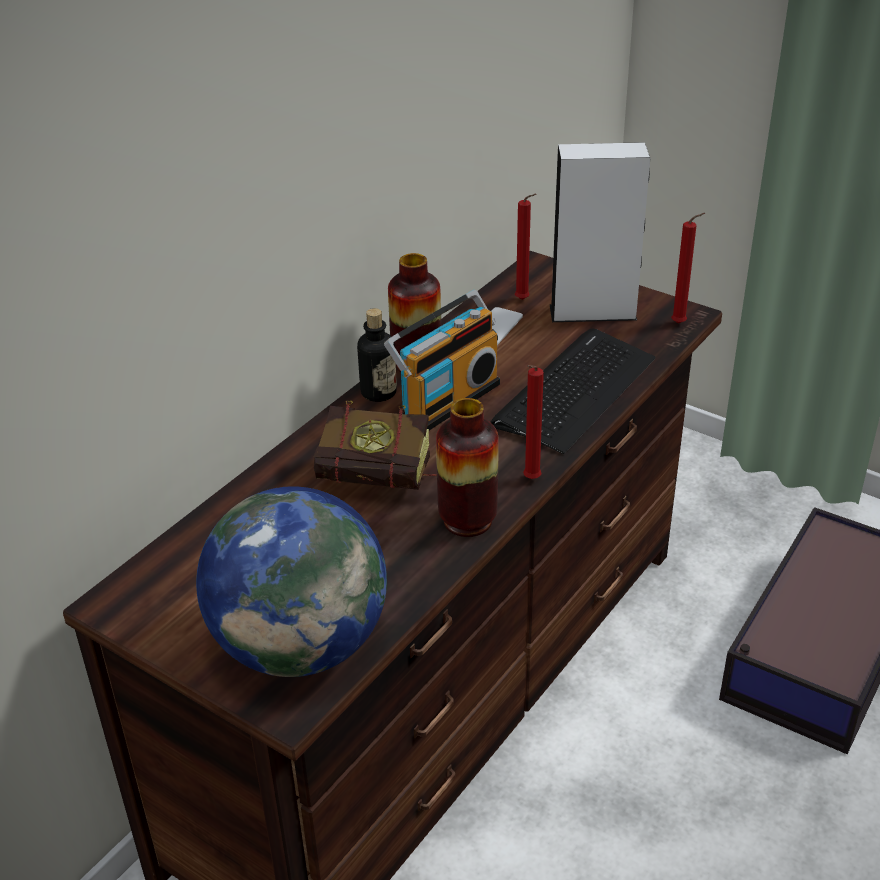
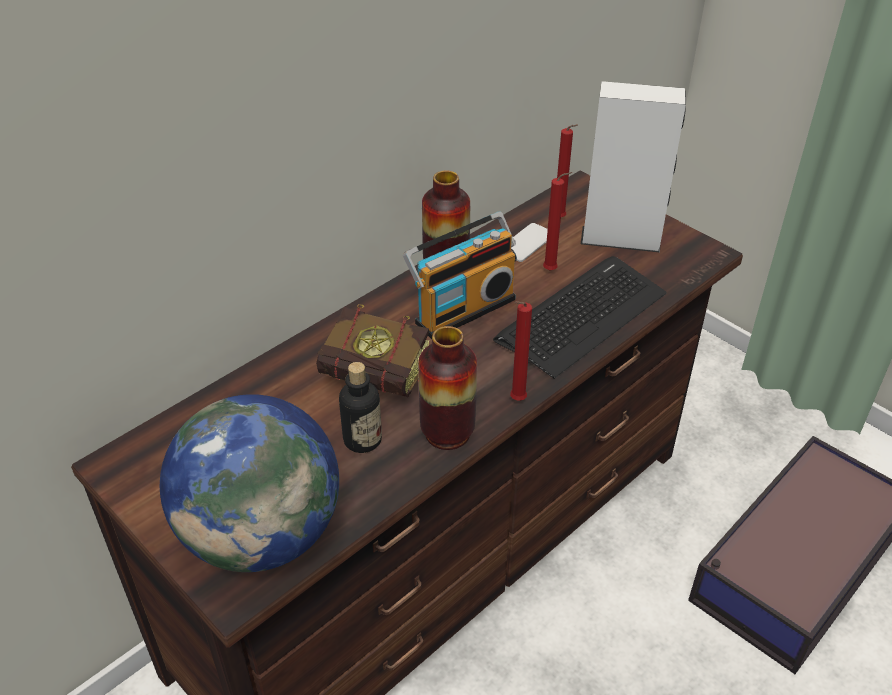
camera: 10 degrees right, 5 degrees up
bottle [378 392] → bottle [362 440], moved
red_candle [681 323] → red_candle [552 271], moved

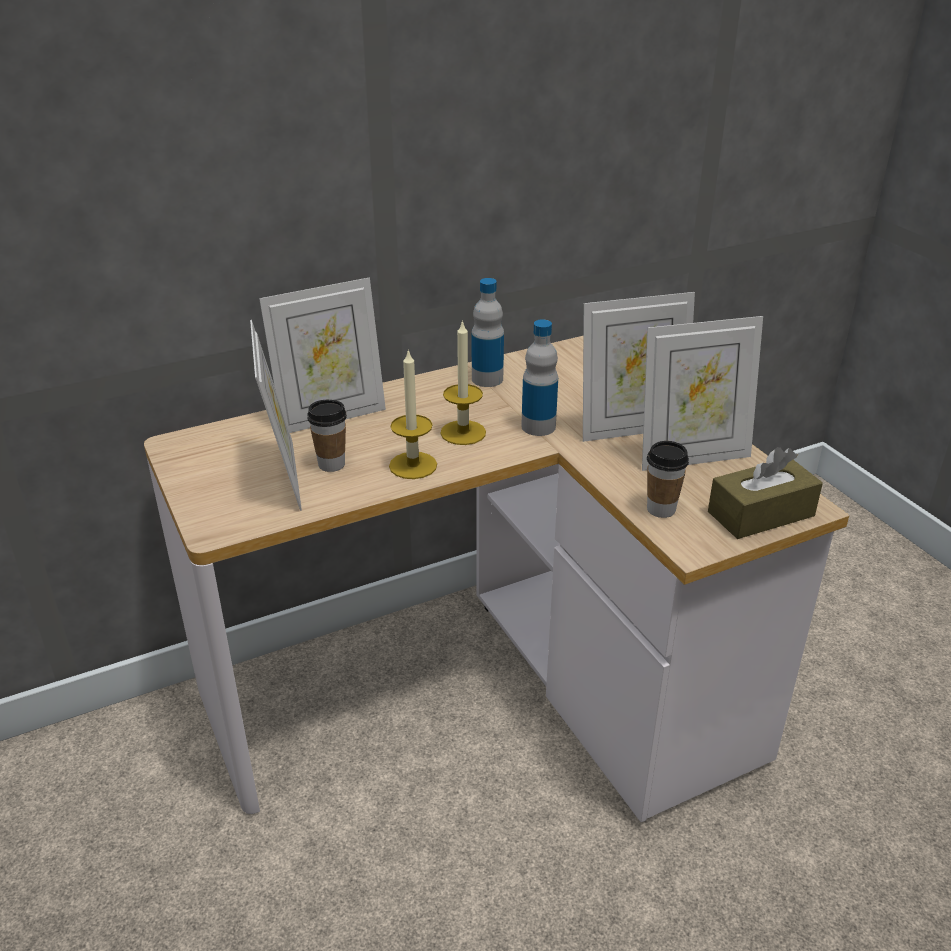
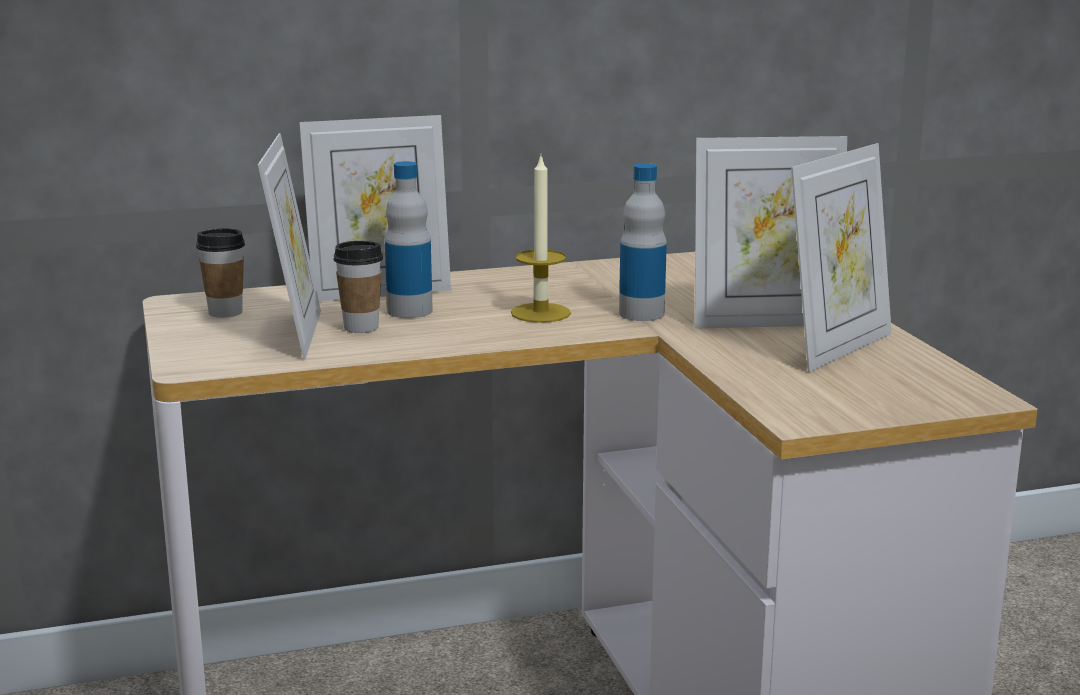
camera: 10 degrees right, 15 degrees down
candle [413 465] → -
brown_tissue_box [761 514] → -
bottle [487 379] → bottle [409 311], moved
cup [661 509] → cup [225 312], moved
picture_frame [692 457] → picture_frame [837 348], 45 degrees counterclockwise

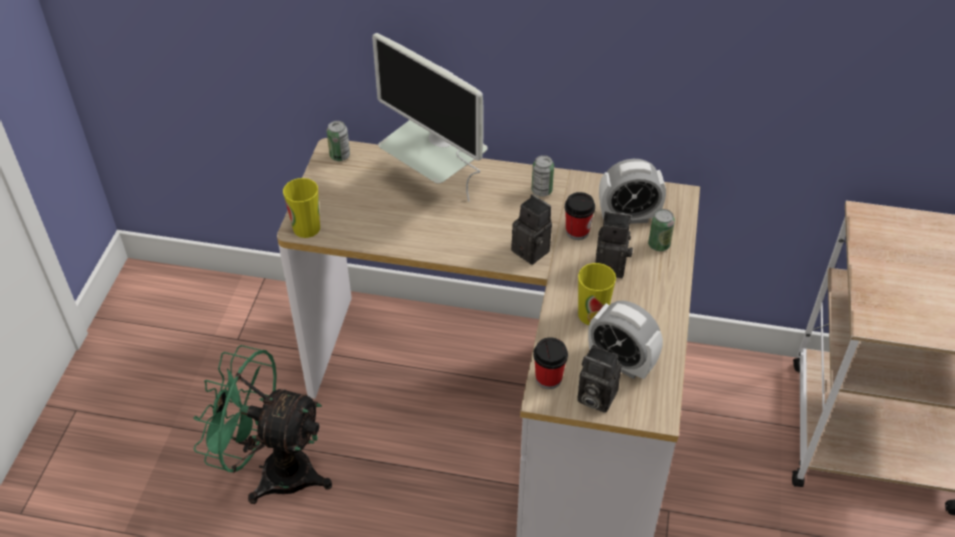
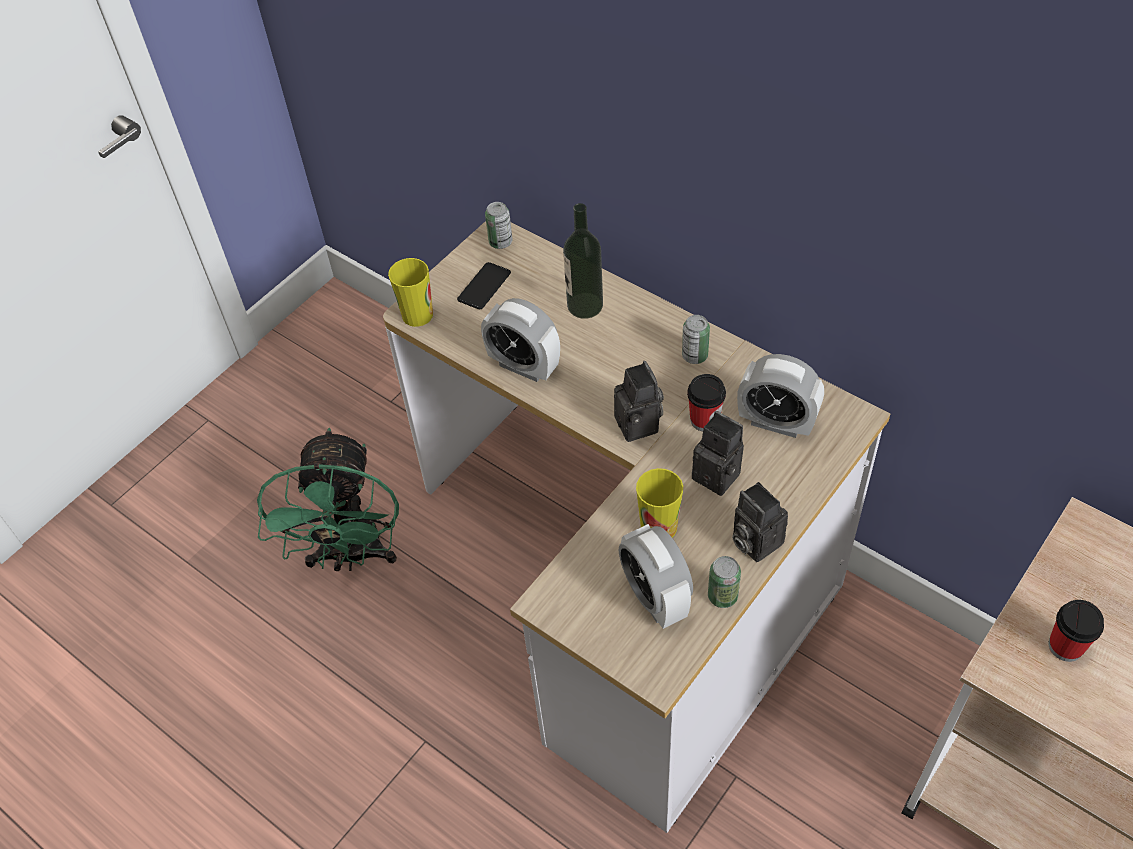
camera: 30 degrees right, 5 degrees up
- → phone [484 286]
- → alarm_clock [524 366]
cup [548 378] → cup [1065 646], moved
photo_camera [594 397] → photo_camera [753 540], moved
can [659 245] → can [722 596], moved
monitor [437 181] → bottle [585 305]
green_fan [274 471] → green_fan [351 556], 135 degrees counterclockwise

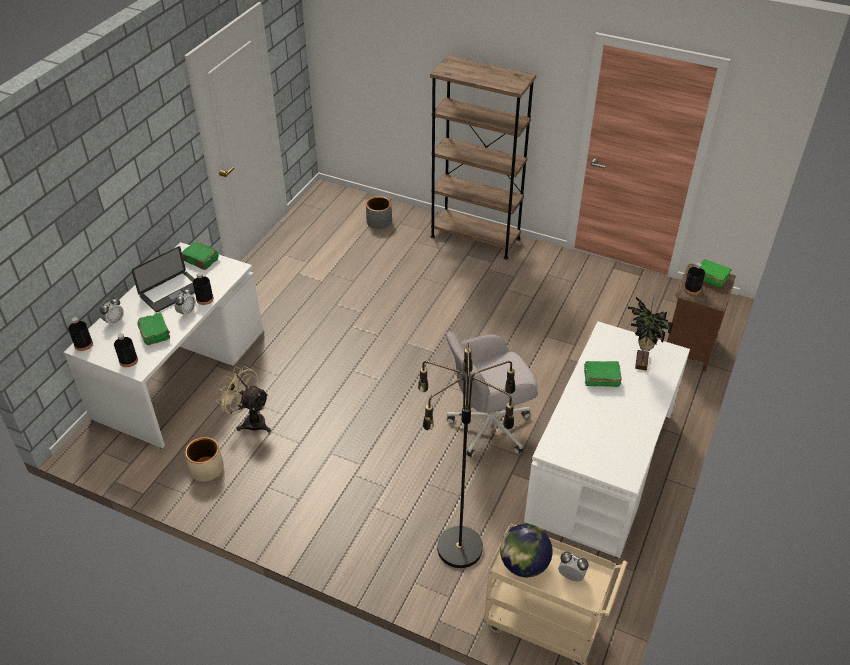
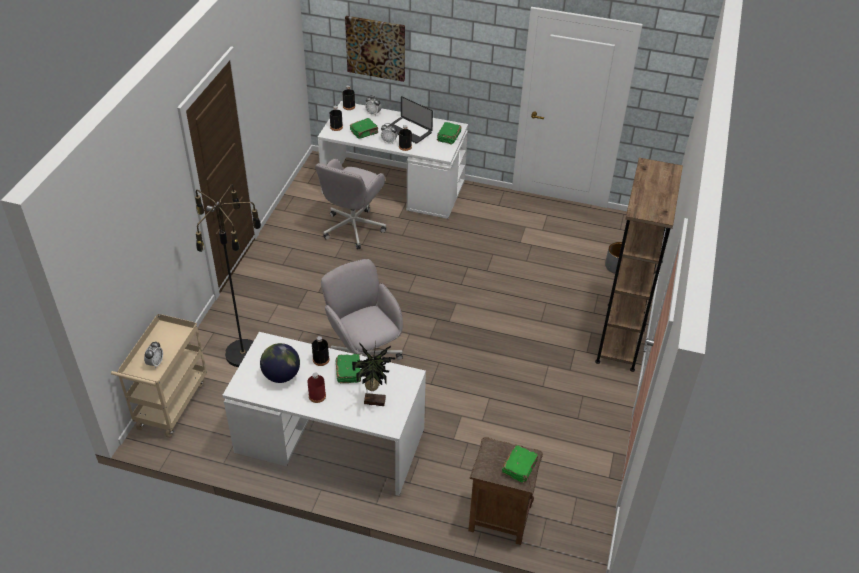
camera: 80 degrees right, 0 degrees up
beige_planter [207 469] → -
- → red_bottle [317 396]
- → picture [376 48]
globe [523 564] → globe [281 375], moved
black_bottle [692 289] → black_bottle [321 359], moved
beige_fan [250 421] → grey_office_chair [353 229]

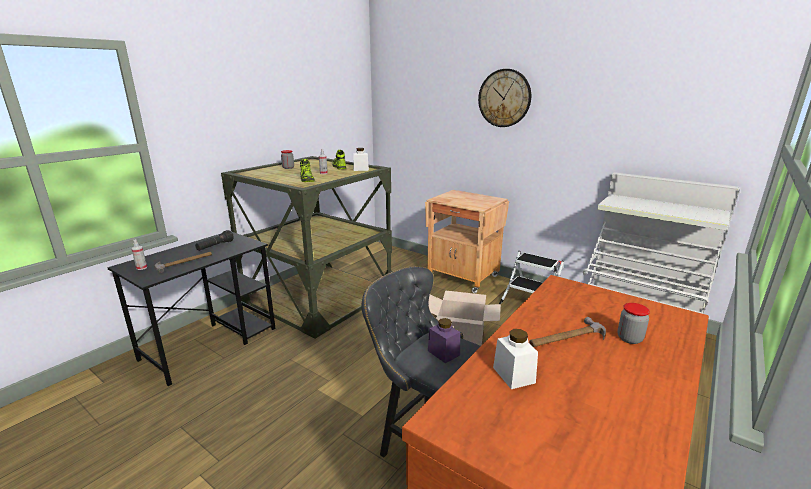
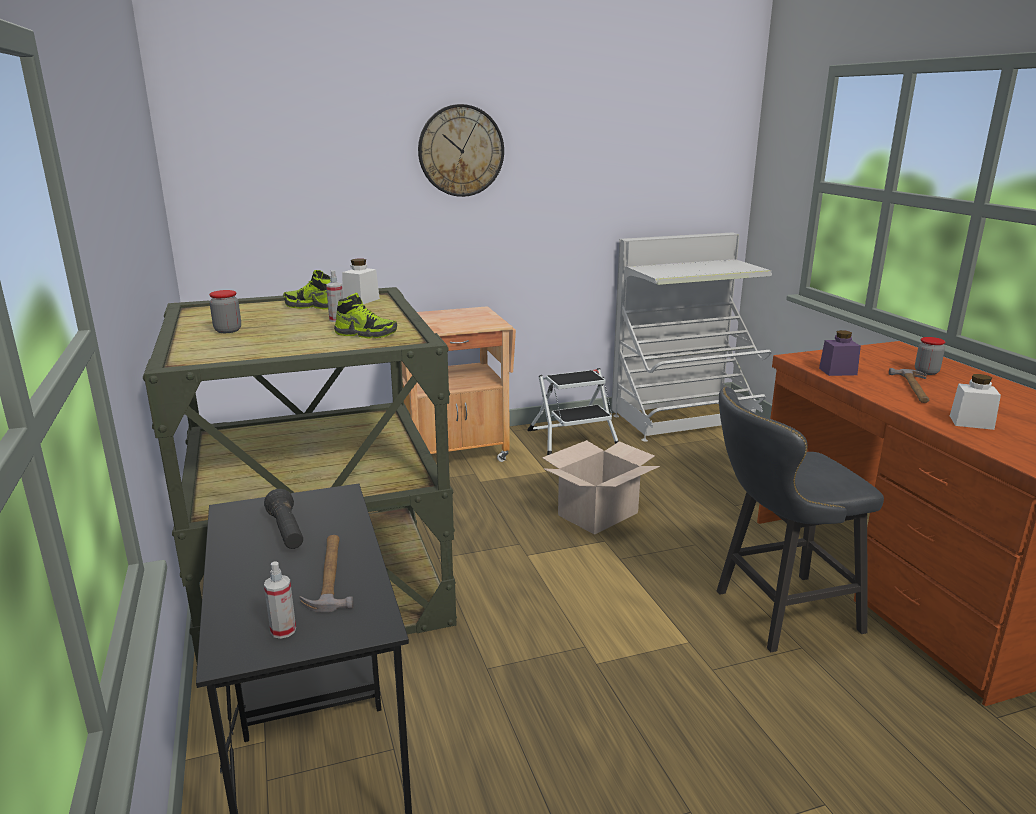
camera: 55 degrees left, 0 degrees up
purple_jar [443 353] → purple_jar [837 371], moved

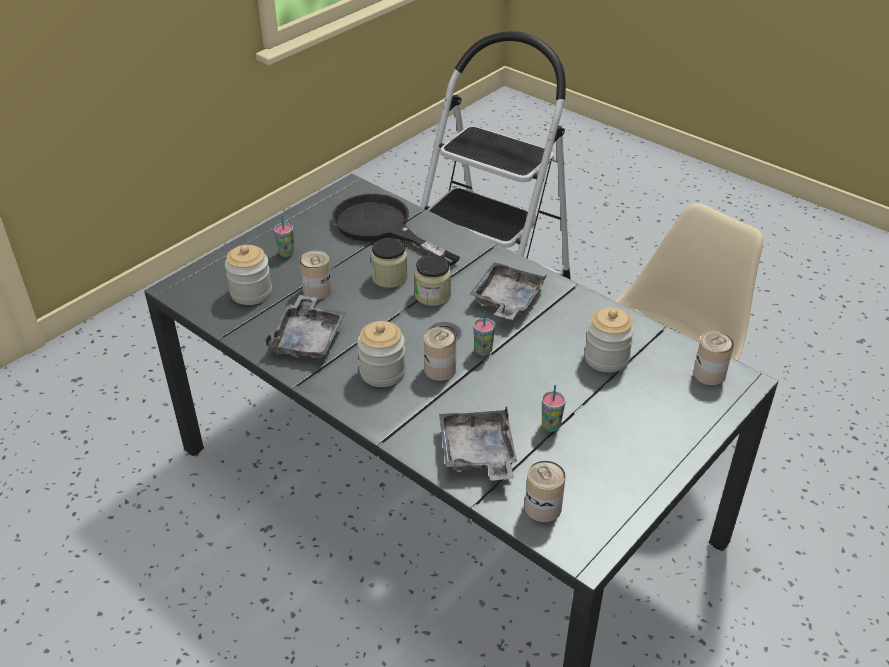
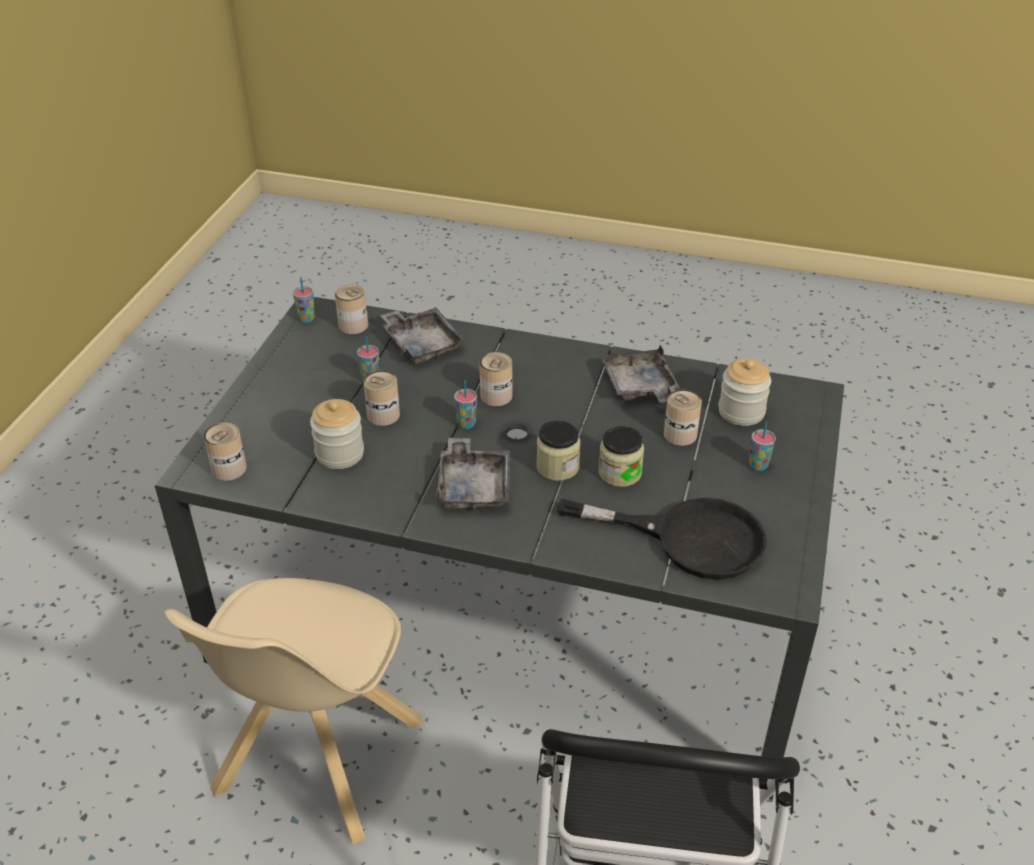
camera: 155 degrees right, 0 degrees up
jar [382 372] → -
- → cup [306 319]
- → can [383 415]

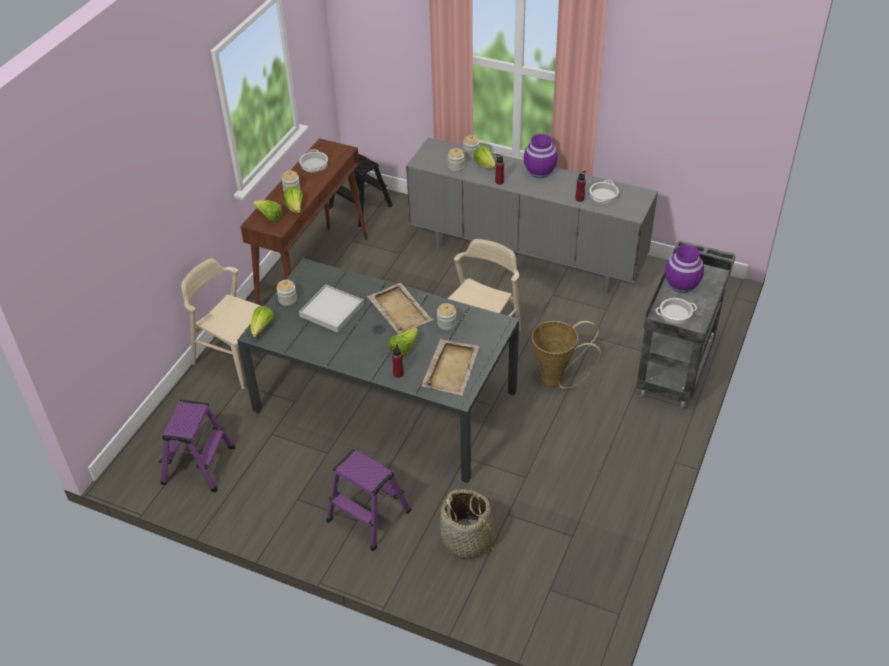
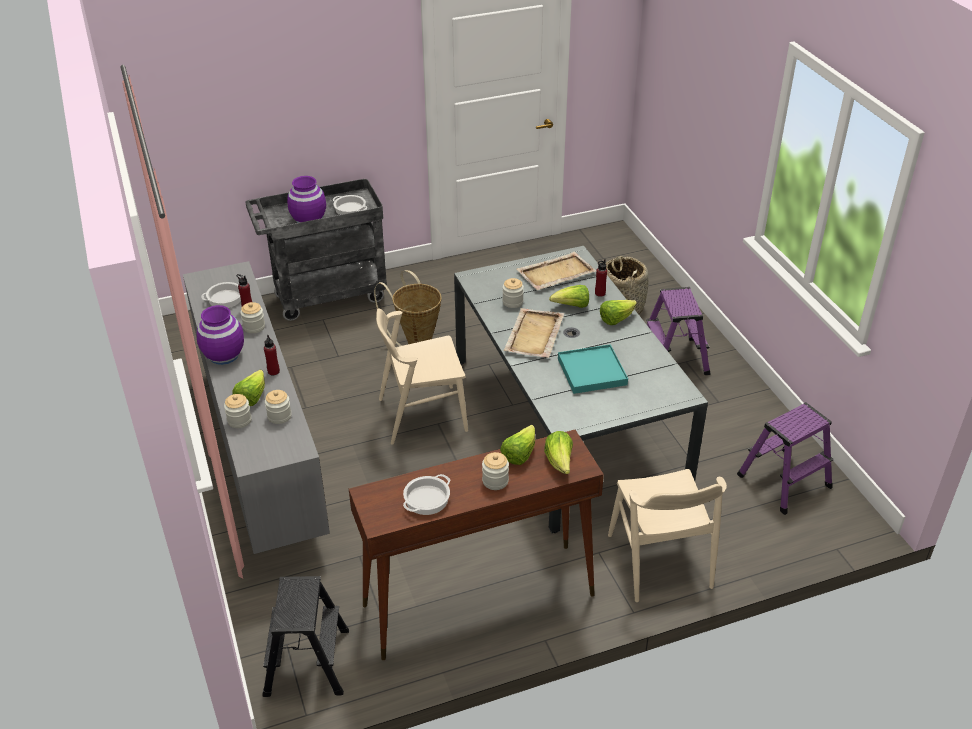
camera: 135 degrees left, 5 degrees down
lettuce [262 328] → lettuce [616 319], moved
jar [287 300] → jar [254 327], moved
white_tray [331 310] → turquoise_tray [592 372]

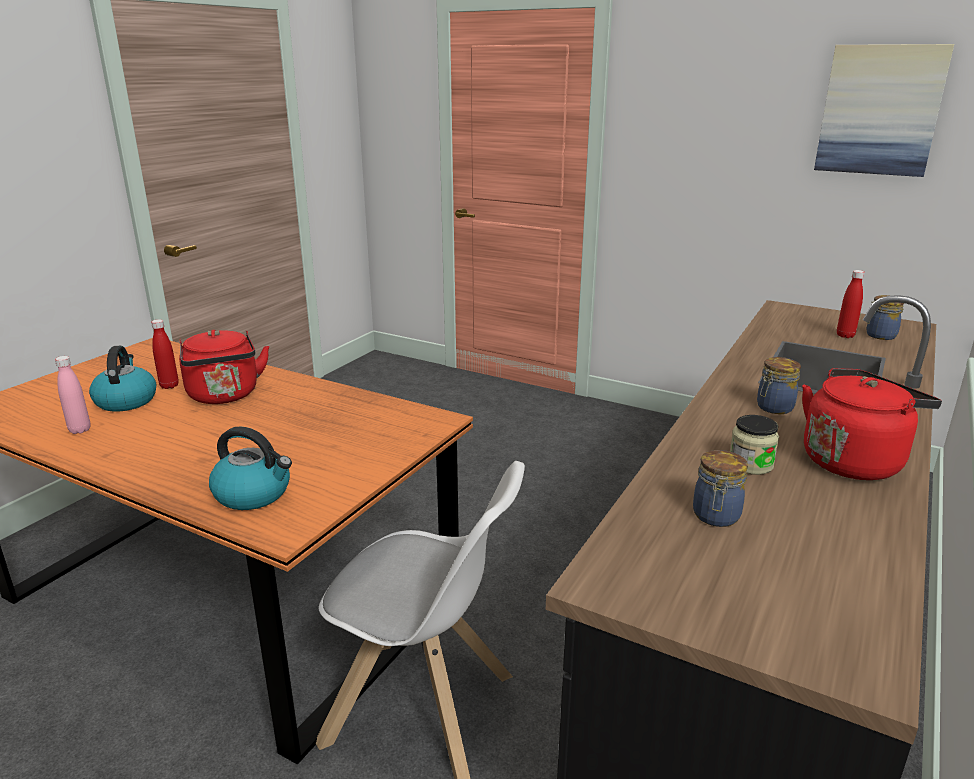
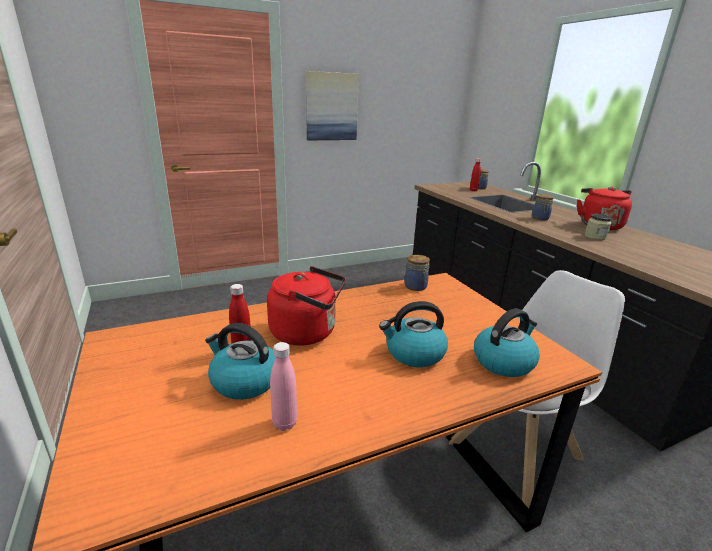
camera: 55 degrees left, 0 degrees up
- → kettle [414 353]
jar [715 517] → jar [416 287], moved
picture [880 110] → picture [331 107], moved

